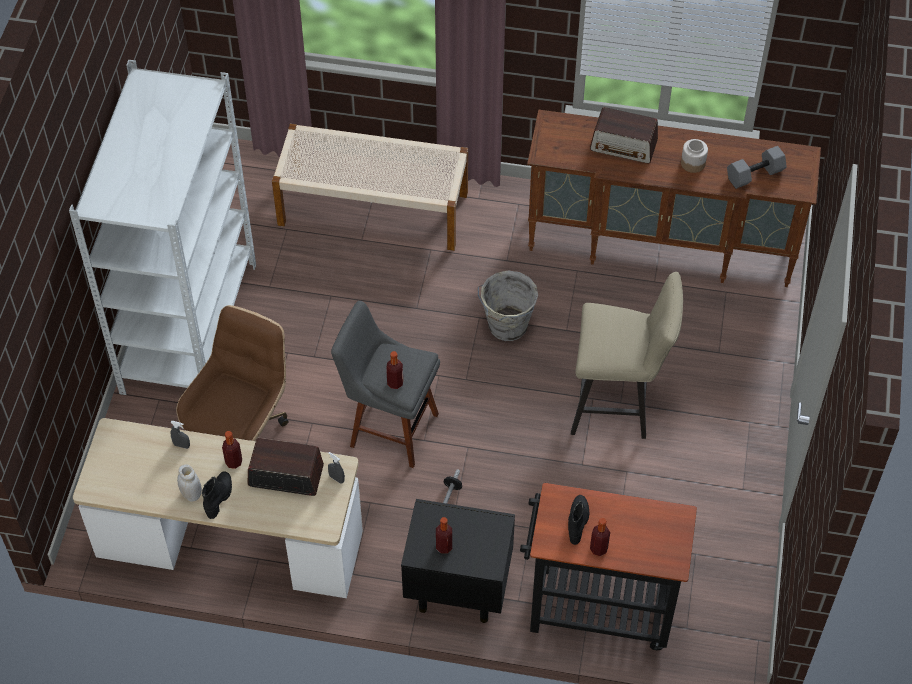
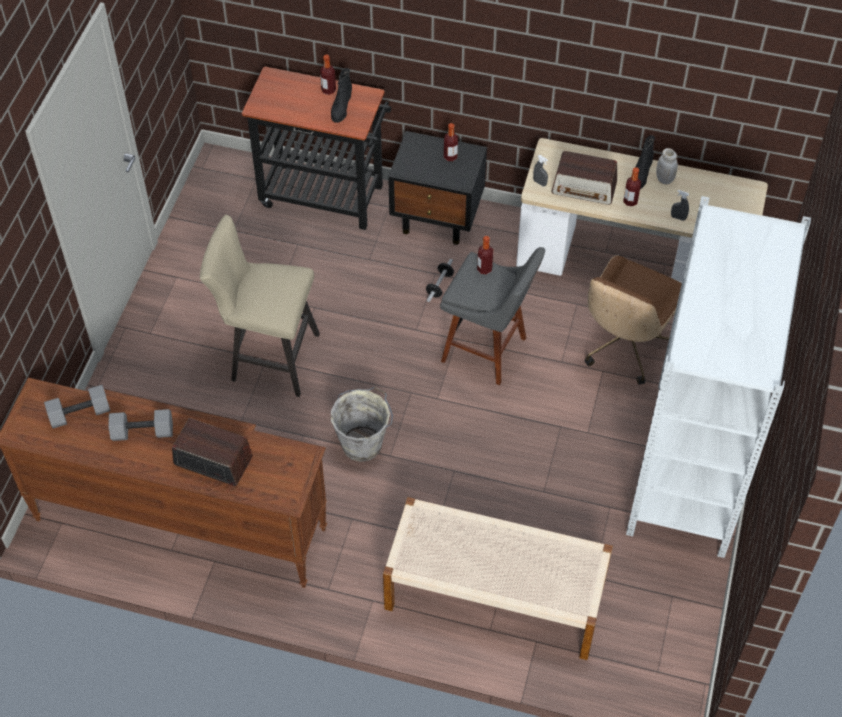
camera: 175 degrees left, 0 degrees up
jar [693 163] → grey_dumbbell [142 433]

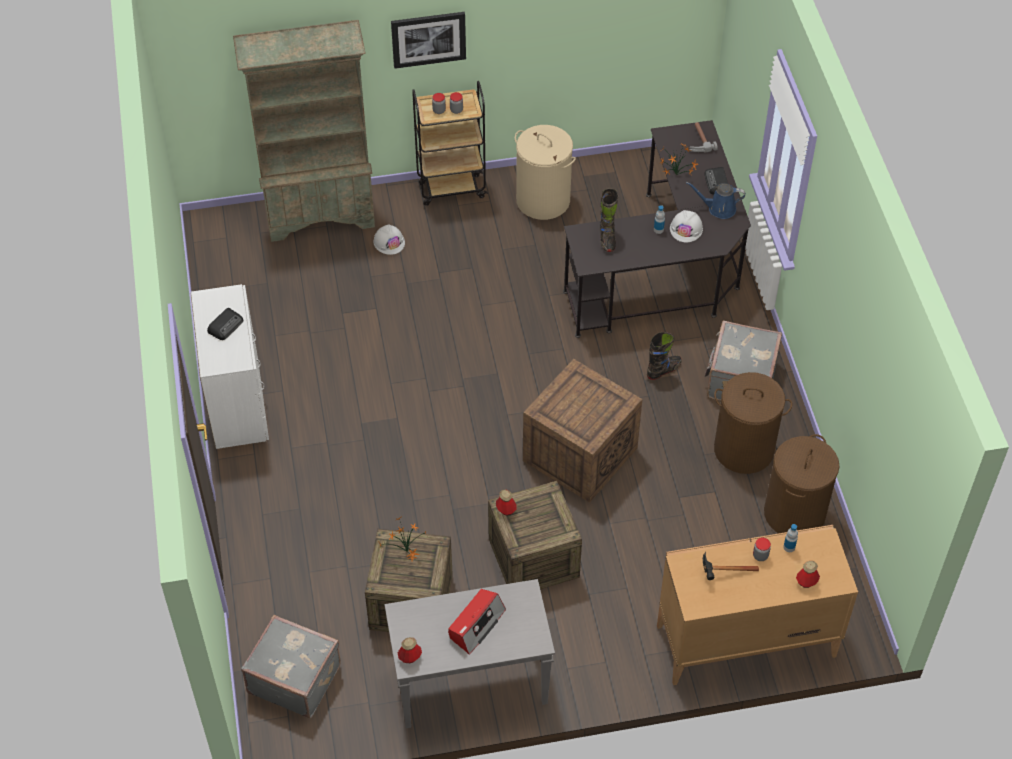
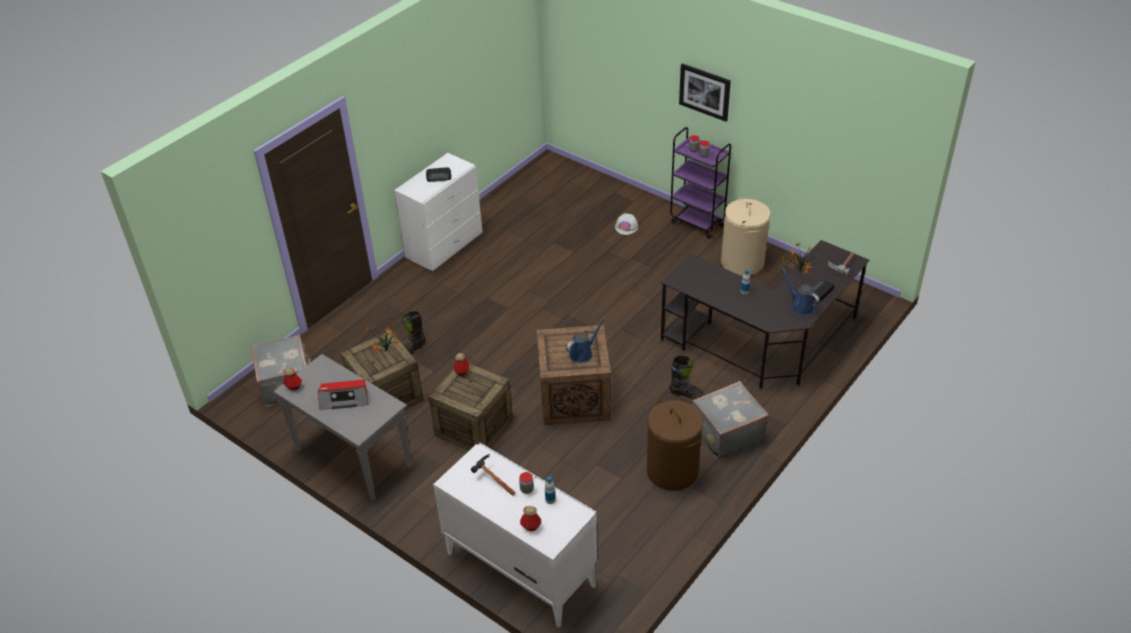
camera: 50 degrees right, 10 degrees down
green_bookcase [320 215] → -
white_hard_hat [686 229] → -
brown_laundry_basket [794 513] → -
- → blue_watering_can [582 353]
black_boot [607 238] → black_boot [412 349], moved
brown_cart [452 189] → purple_cart [698 224]
brown_cabinet [745 641] → white_cabinet [520 569]

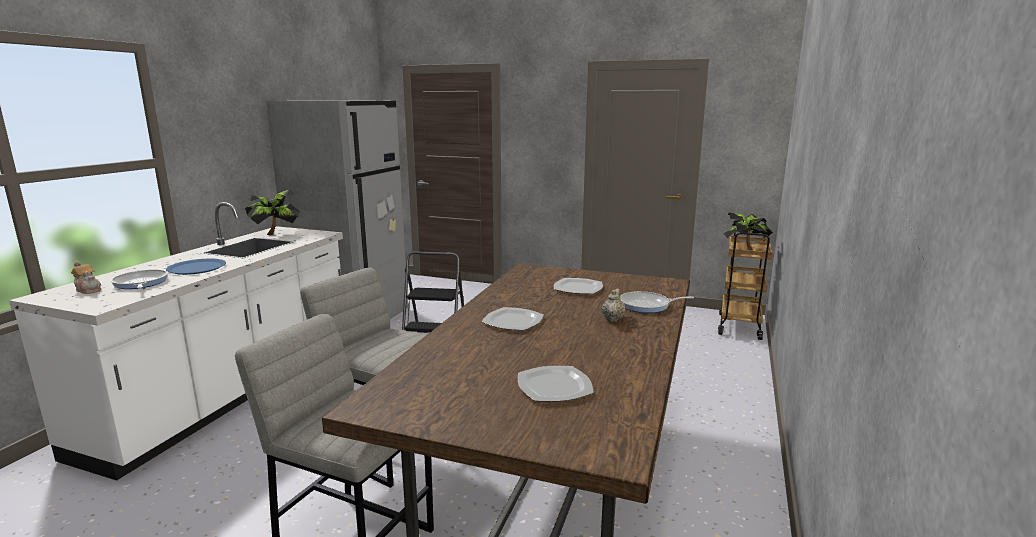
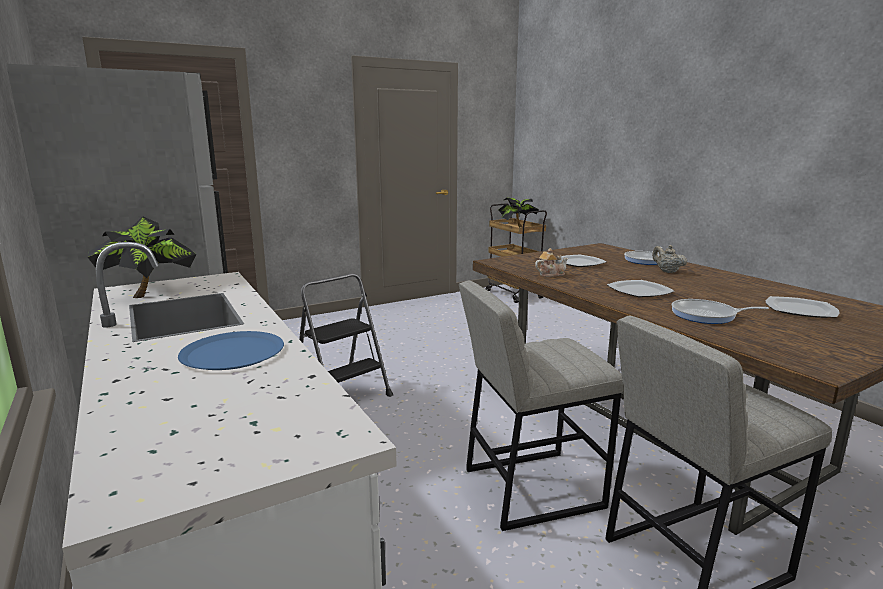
camera: 50 degrees left, 0 degrees up
teapot [89 290] → teapot [550 274], moved
frying_pan [140 283] → frying_pan [707 315], moved

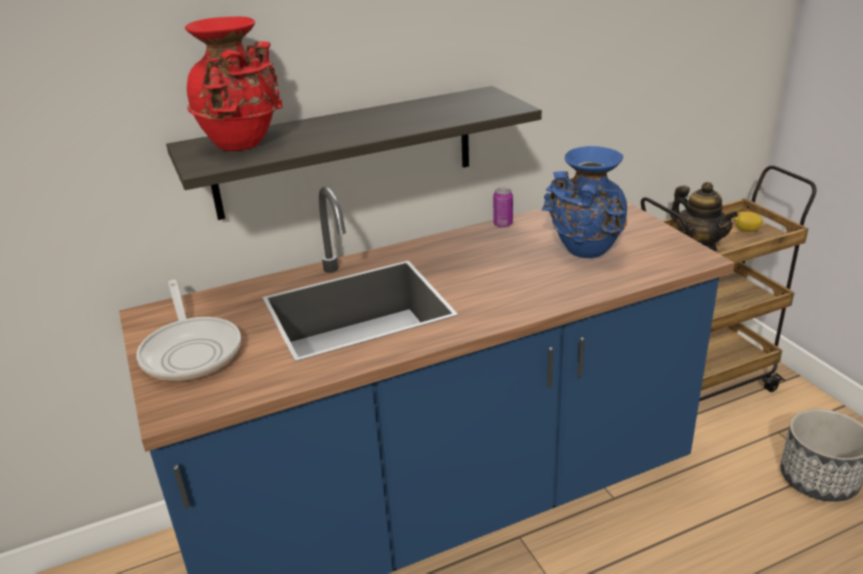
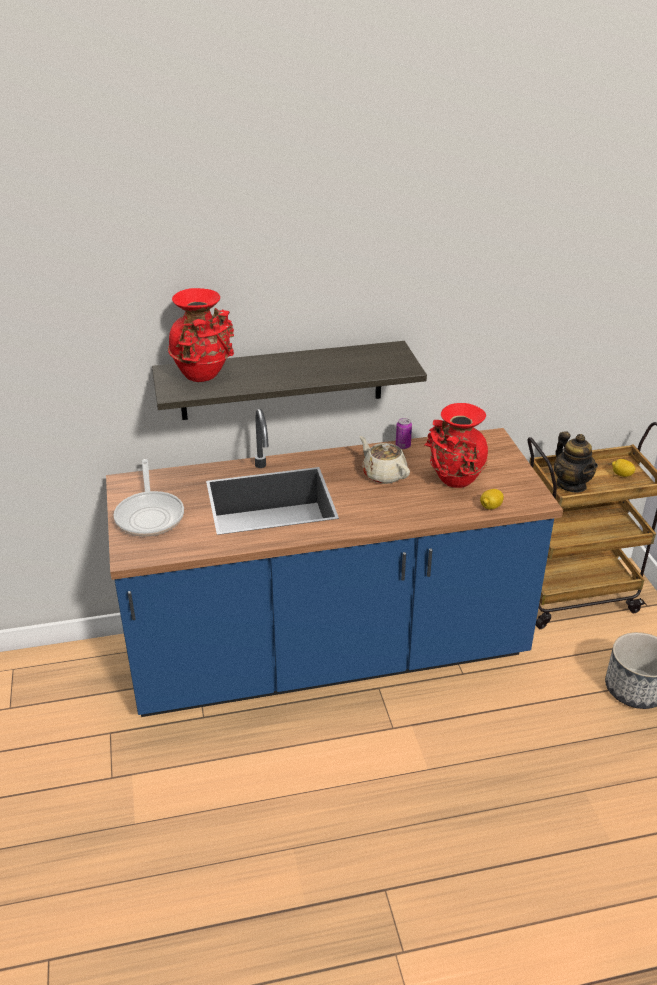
camera: 10 degrees right, 5 degrees up
- → beige_teapot [383 474]
- → lemon [490 507]
blue_vase [585 251] → red_vase [454 481]

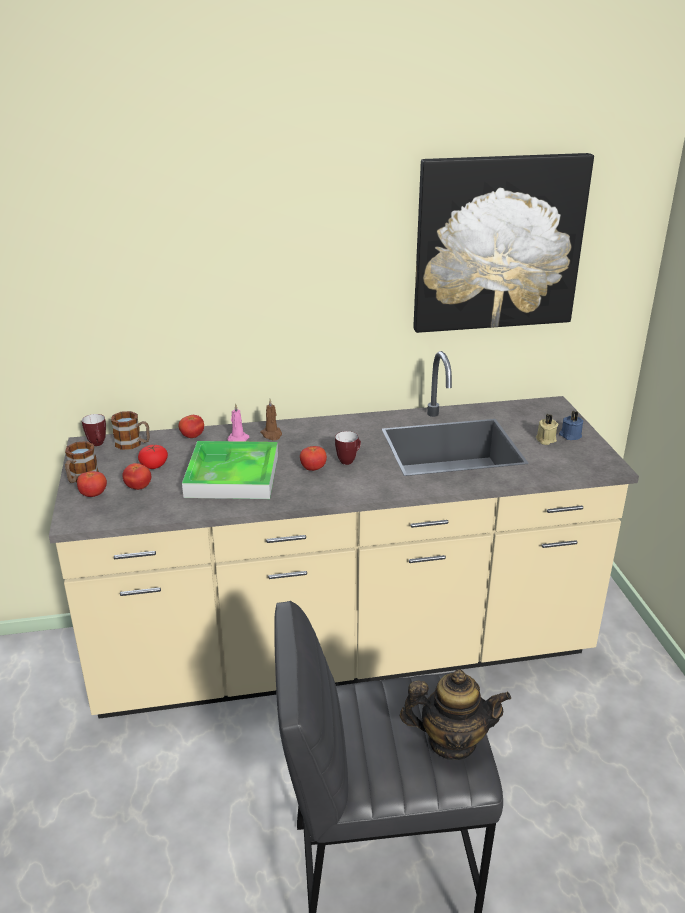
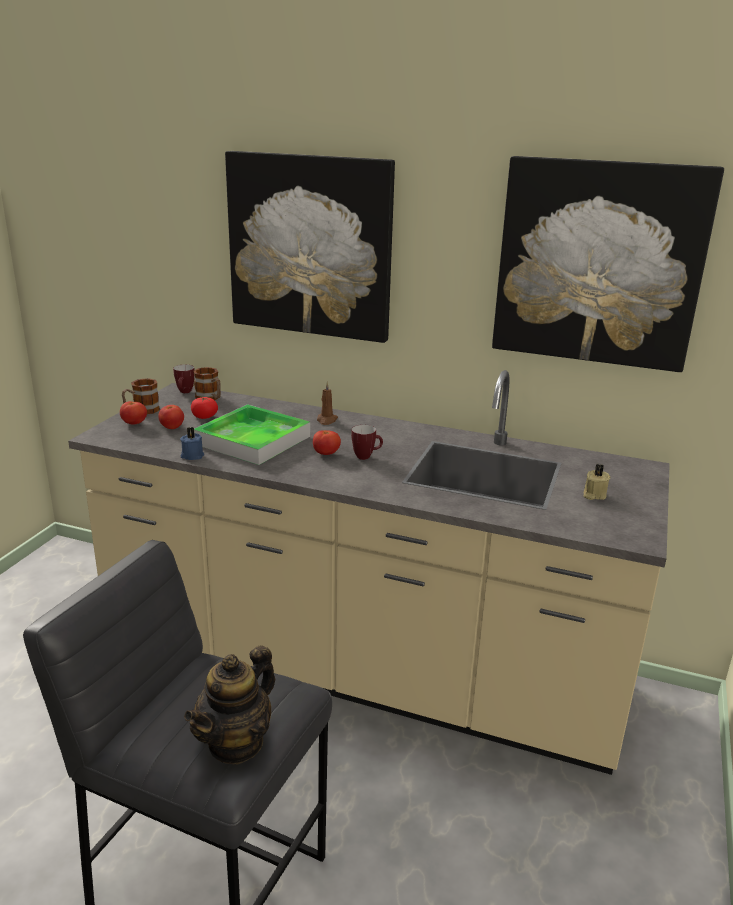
camera: 30 degrees right, 5 degrees down
tomato [192 436] → -
pink_candle [237 440] → -
- → picture [310 246]
blue_candle [570 435] → blue_candle [192 455], moved
teapot [451 742] → teapot [236 743], 90 degrees clockwise

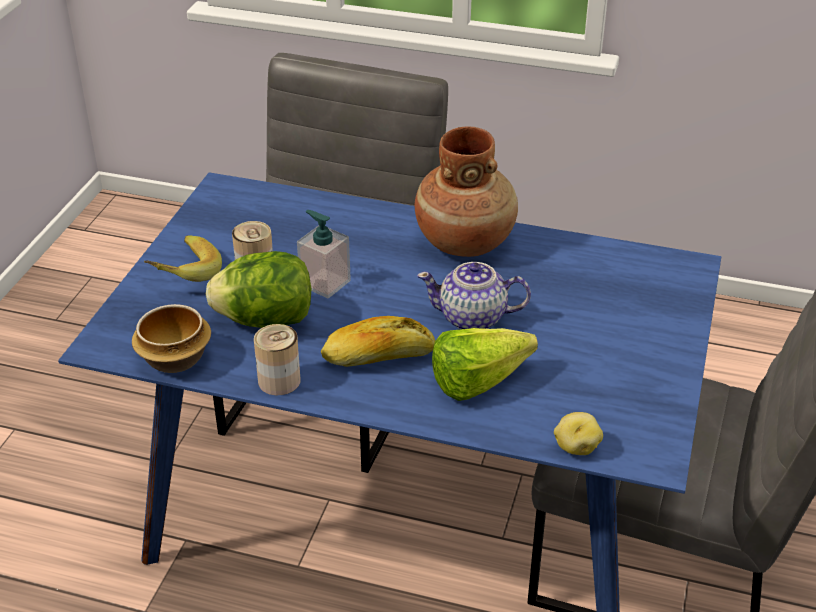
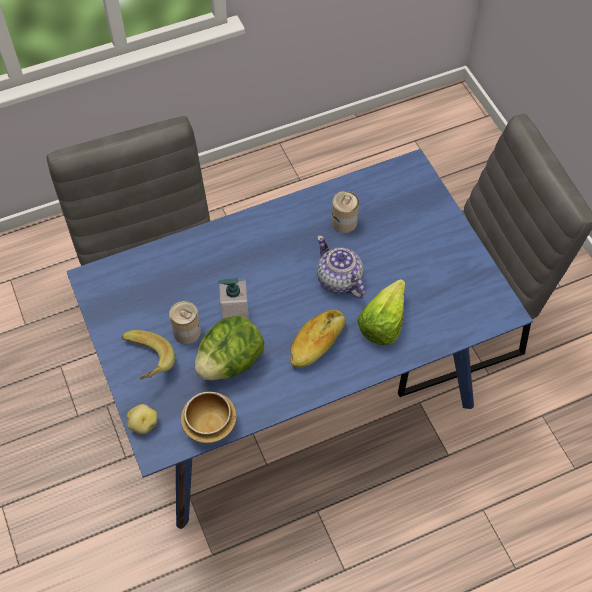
camera: 40 degrees left, 20 degrees up
brown_vase [465 241] → -
can [279 381] → can [344 222], moved
potato [576 447] → potato [143 424], moved
teapot [473 318] → teapot [339 280], 90 degrees clockwise

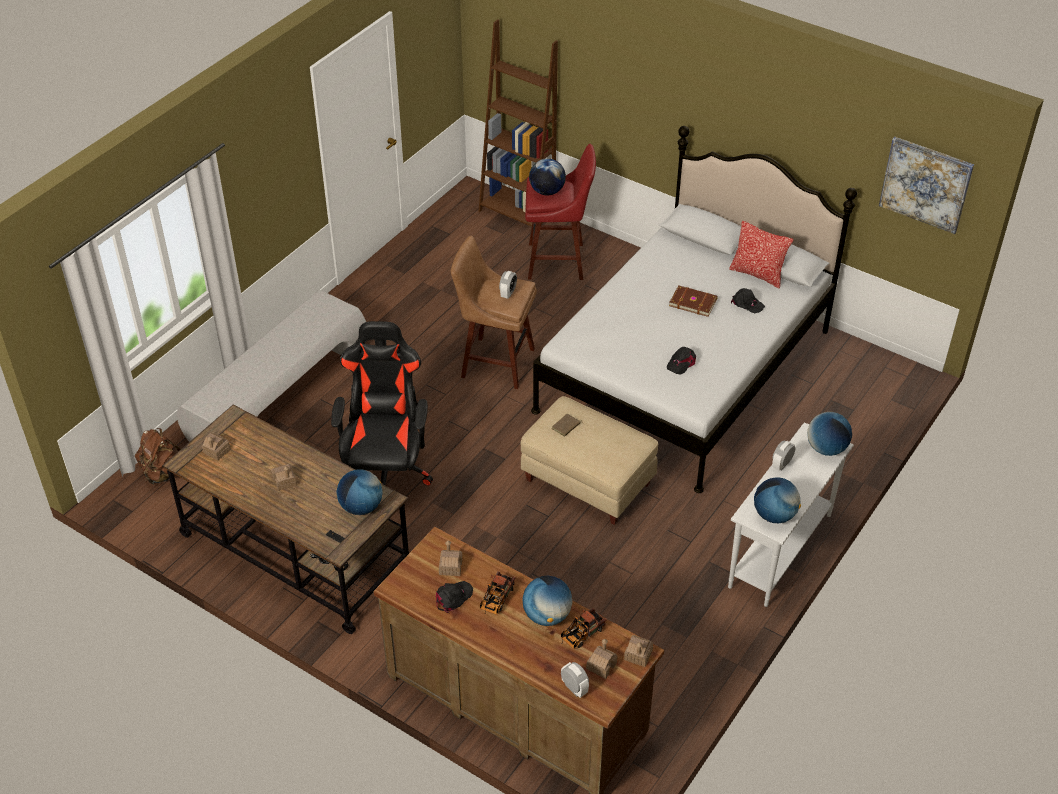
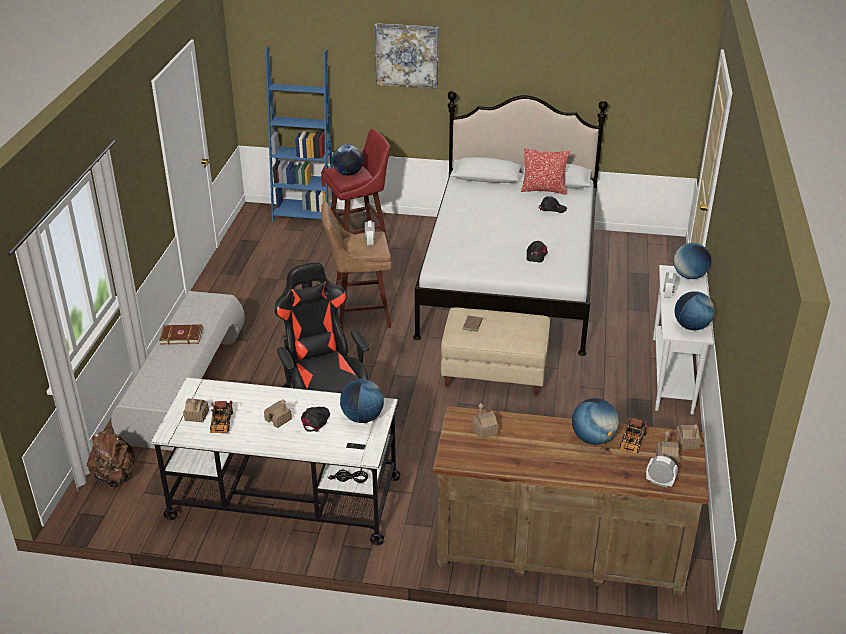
camera: 25 degrees left, 10 degrees down
black_cap [453 597] → black_cap [315 420], moved
toy_truck [496 600] → toy_truck [221 425], moved
brown_book [693 302] → brown_book [181 335], moved
picture [925 184] → picture [407 55], moved
brown_desk [296 552] → white_desk [285 498]
brown_bookcase [517 213] → blue_bookcase [303 215]

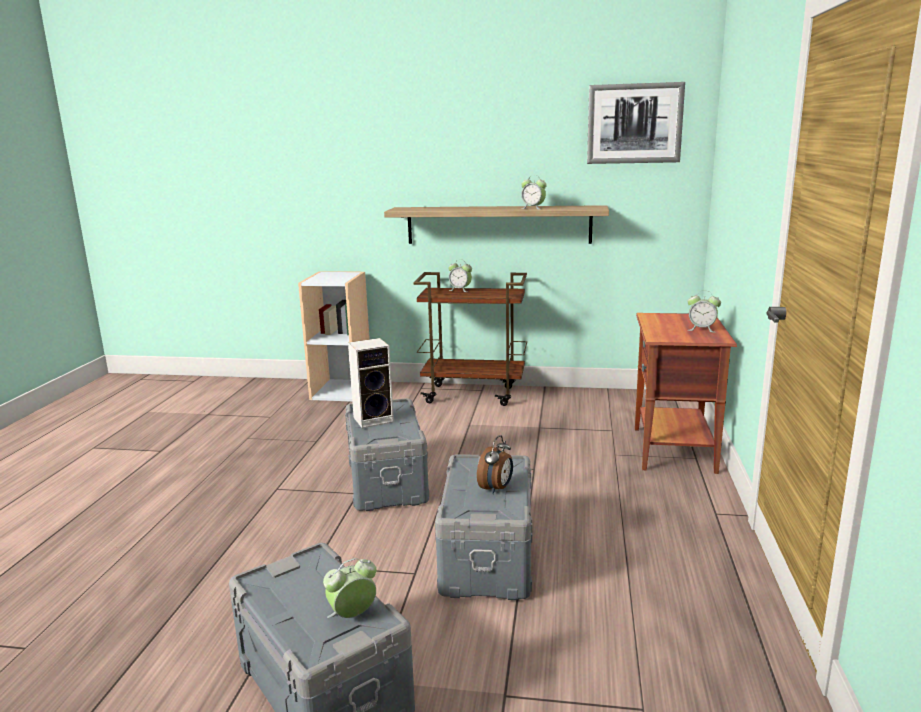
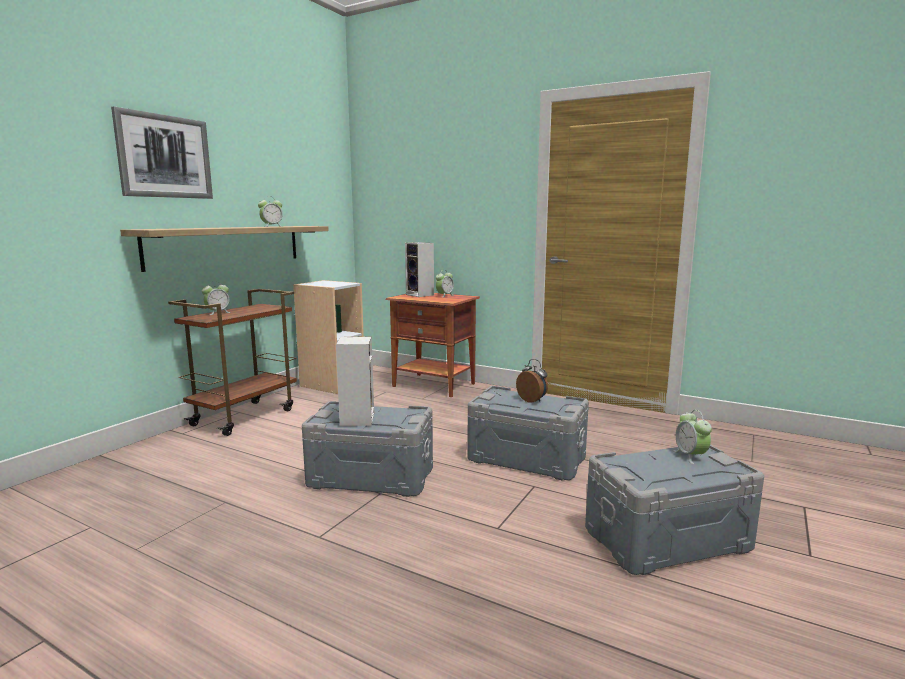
camera: 70 degrees left, 5 degrees down
- → speaker [421 295]
bookcase [342 390] → bookcase [332 384], moved
picture [634 123] → picture [165 156], moved

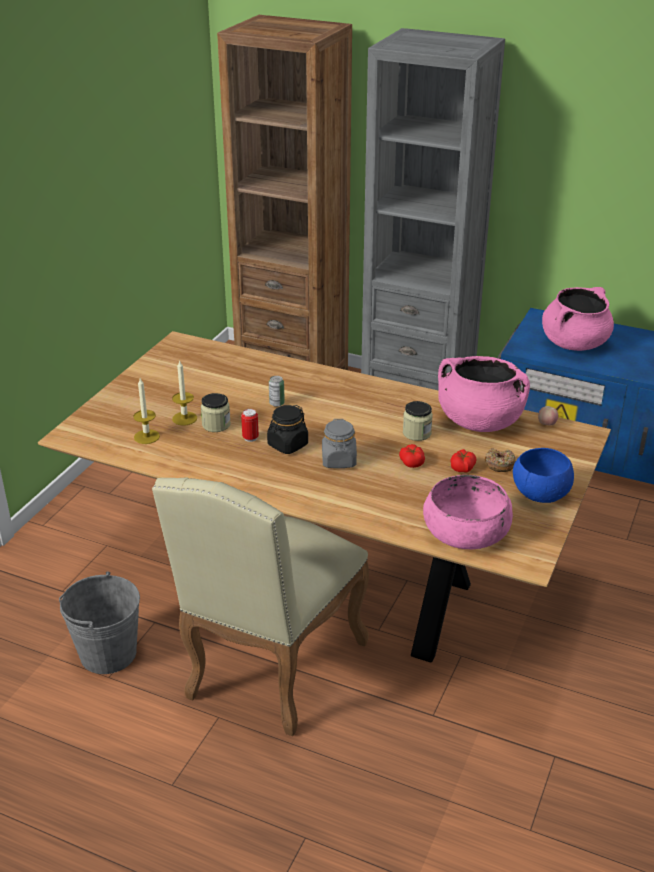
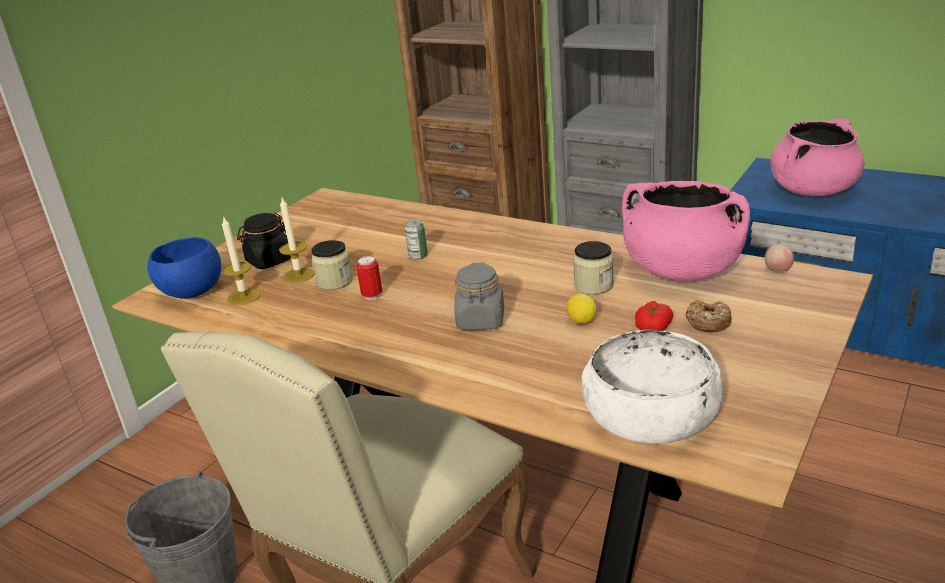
camera: 10 degrees right, 5 degrees down
black_jar [287 445] → black_jar [269 261], moved
blue_bowl [541 495] → blue_bowl [193 292], moved
tomato [412 462] → lemon [581 321]
pink_bowl [465 530] → white_bowl [650 415]

